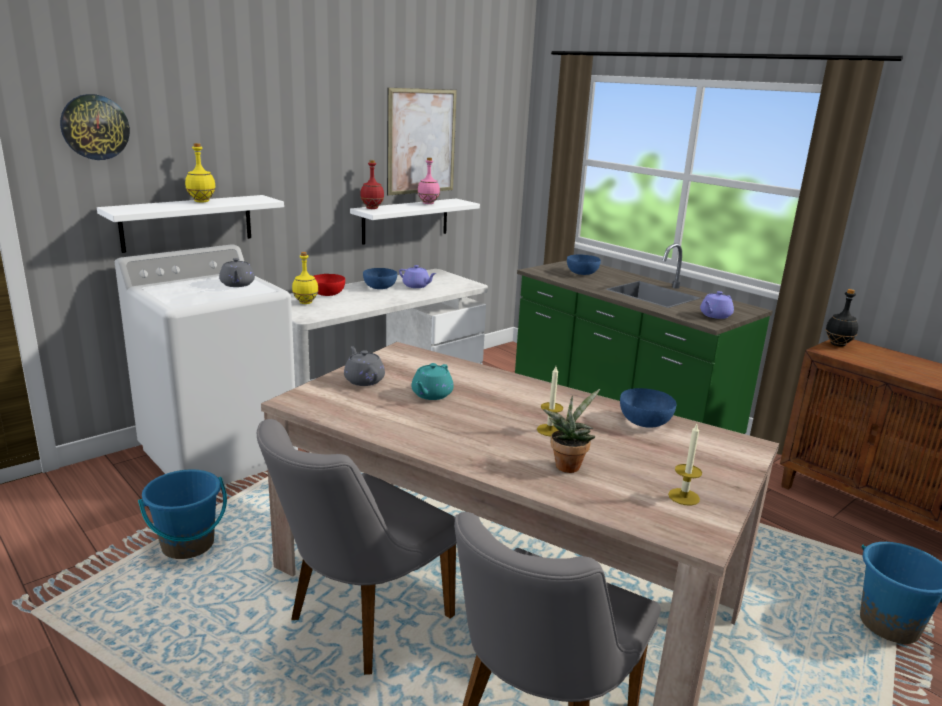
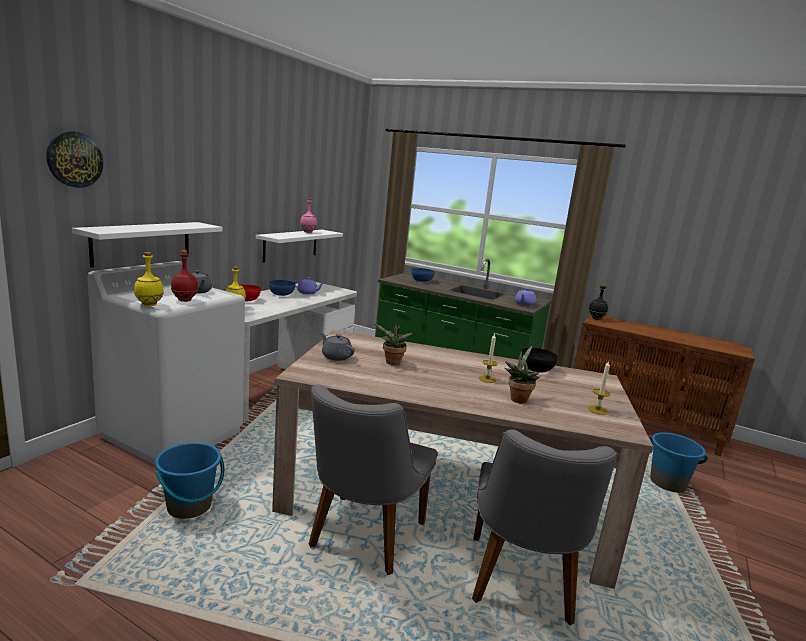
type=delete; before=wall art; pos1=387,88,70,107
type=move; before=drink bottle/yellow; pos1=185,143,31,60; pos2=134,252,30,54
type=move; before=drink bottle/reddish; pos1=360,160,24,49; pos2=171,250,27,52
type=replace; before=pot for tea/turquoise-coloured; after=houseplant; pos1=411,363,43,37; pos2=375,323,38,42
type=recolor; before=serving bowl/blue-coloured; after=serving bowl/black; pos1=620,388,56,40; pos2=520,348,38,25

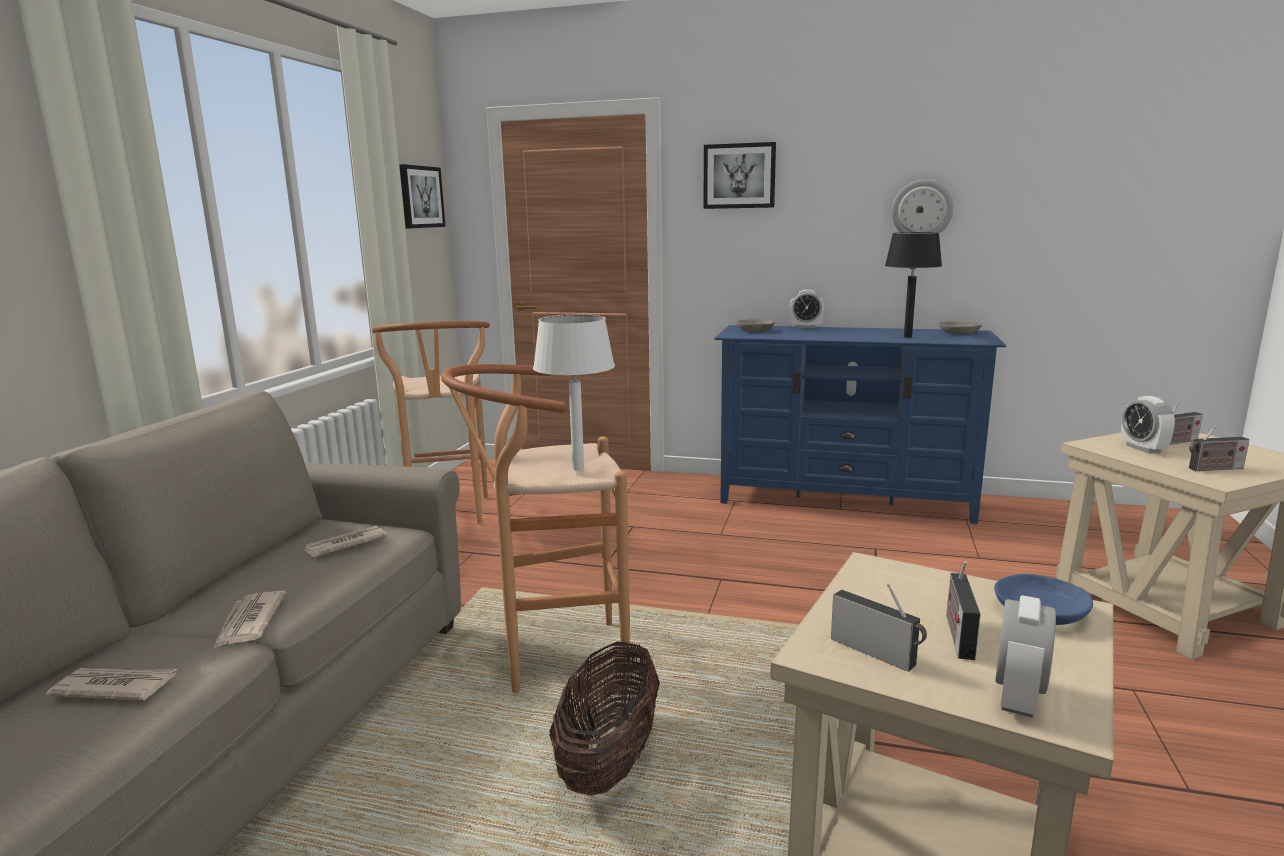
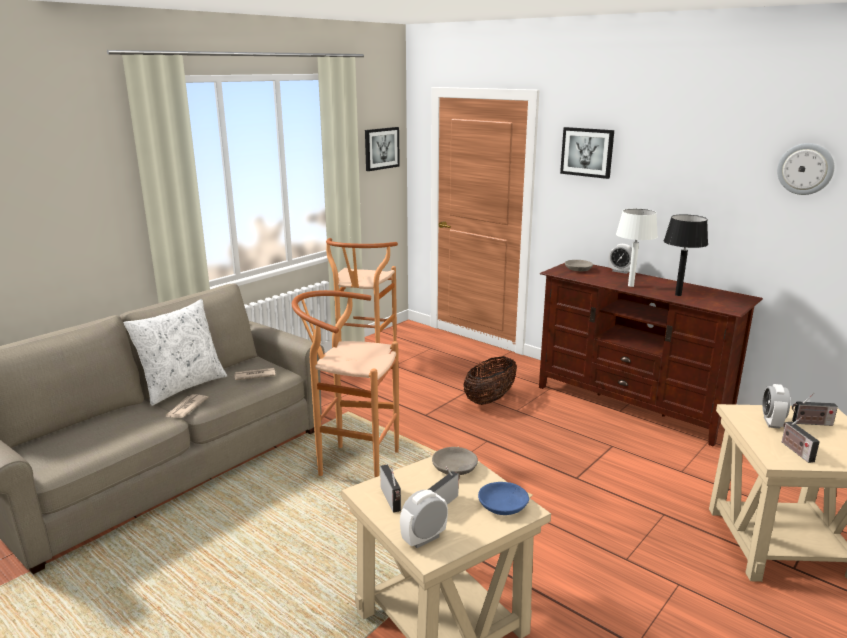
type=move; before=clock on the wall; pos1=892,179,62,55; pos2=777,143,57,52
type=move; before=tabletop lamp/white-coloured; pos1=533,314,82,157; pos2=616,208,42,79
type=move; before=serving bowl/grey; pos1=939,321,43,13; pos2=432,447,46,28
type=recolor; before=media console/blue-coloured; after=media console/brownish; pos1=714,325,292,199; pos2=539,263,224,184
type=rotate; before=radio receiver; pos1=1189,423,61,48; pos2=782,417,38,46; turn=60
type=move; before=household basket; pos1=549,642,111,154; pos2=463,356,54,49
type=delete; before=printed paper; pos1=45,668,132,32
type=insert; after=cushion/white-coloured; pos2=124,299,103,107

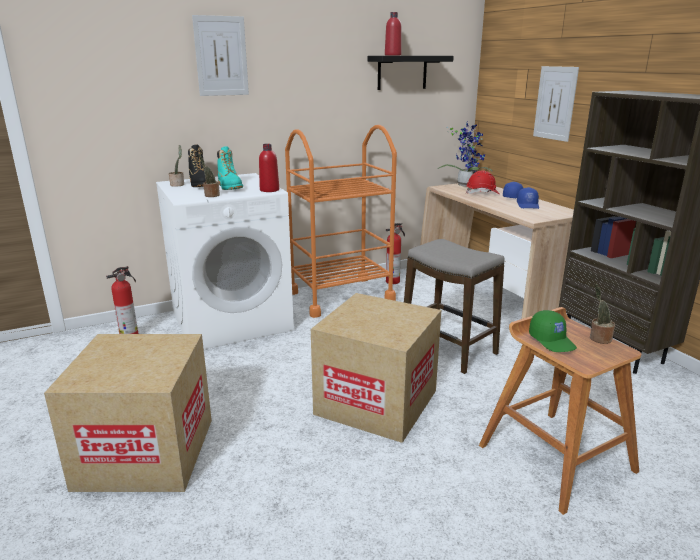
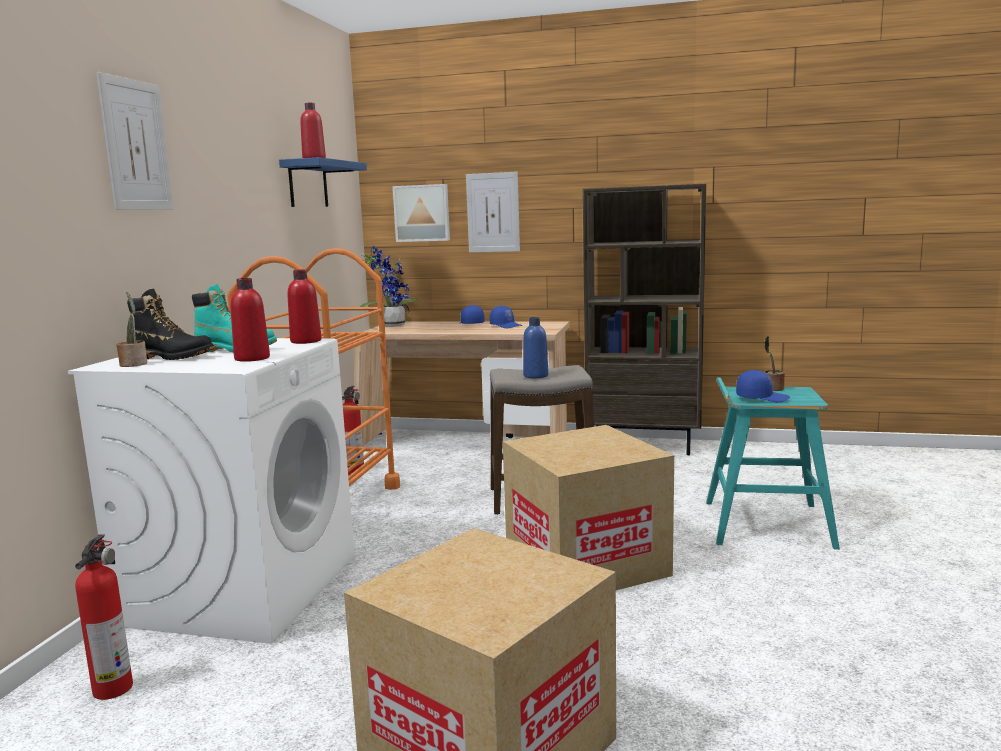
type=recolor; before=shelf/black; after=shelf/blue-coloured; pos1=368,56,86,34; pos2=279,157,88,50
type=replace; before=houseplant; after=drink bottle/reddish; pos1=198,154,22,43; pos2=230,278,40,84
type=delete; before=work helmet/reddish; pos1=466,171,34,23
type=recolor; before=stool/brownish; after=stool/turquoise-coloured; pos1=479,307,162,208; pos2=706,378,134,172
type=recolor; before=baseball cap/green-coloured; after=baseball cap/blue-coloured; pos1=529,310,48,42; pos2=736,370,54,32
type=insert; after=wall art; pos2=393,184,57,58
type=insert; after=drink bottle/blue-coloured; pos2=523,317,25,61

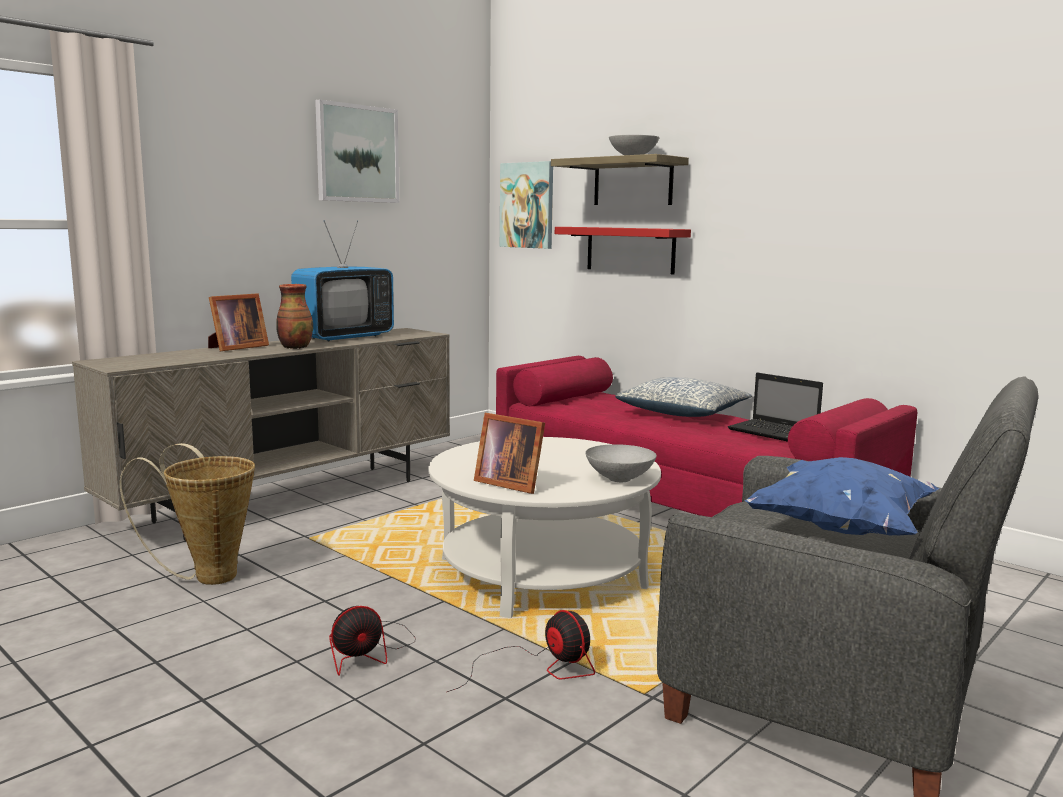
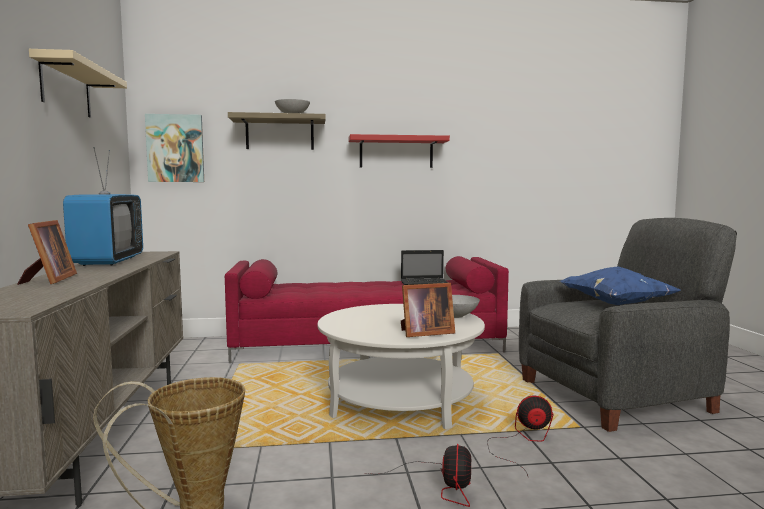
type=replace; before=wall art; after=shelf/beige; pos1=315,99,84,104; pos2=29,49,98,69
type=move; before=shelf/reddish; pos1=555,227,136,48; pos2=348,134,102,34
type=delete; before=decorative vase; pos1=276,284,37,65
type=delete; before=cushion; pos1=615,377,137,40

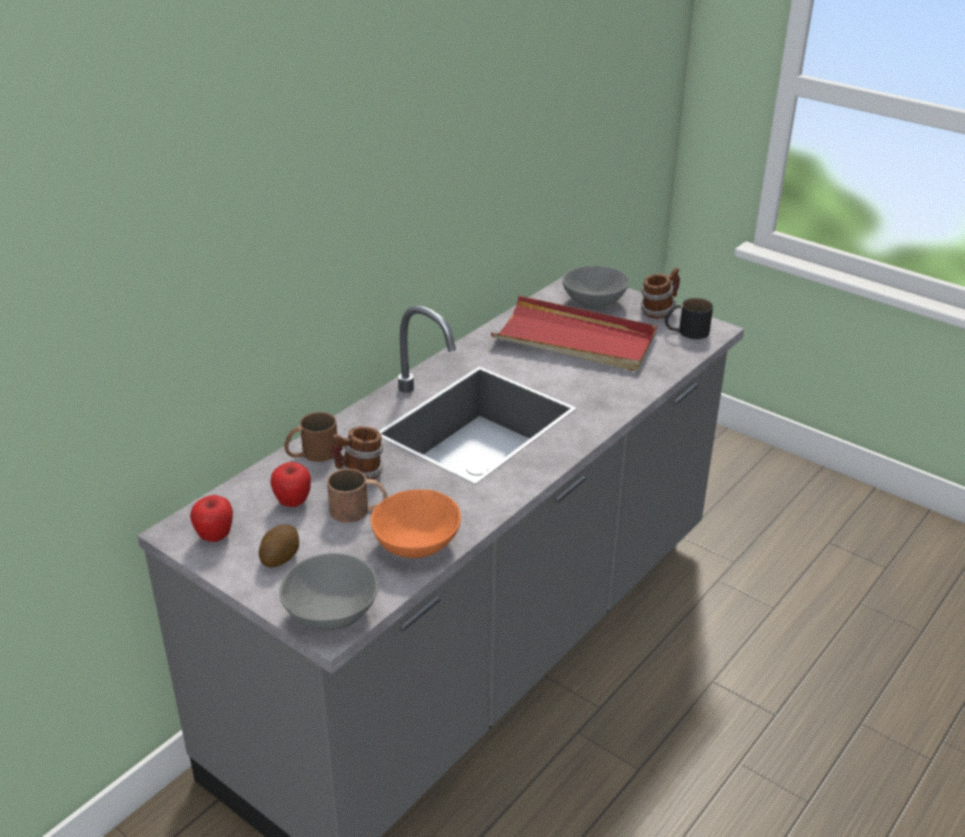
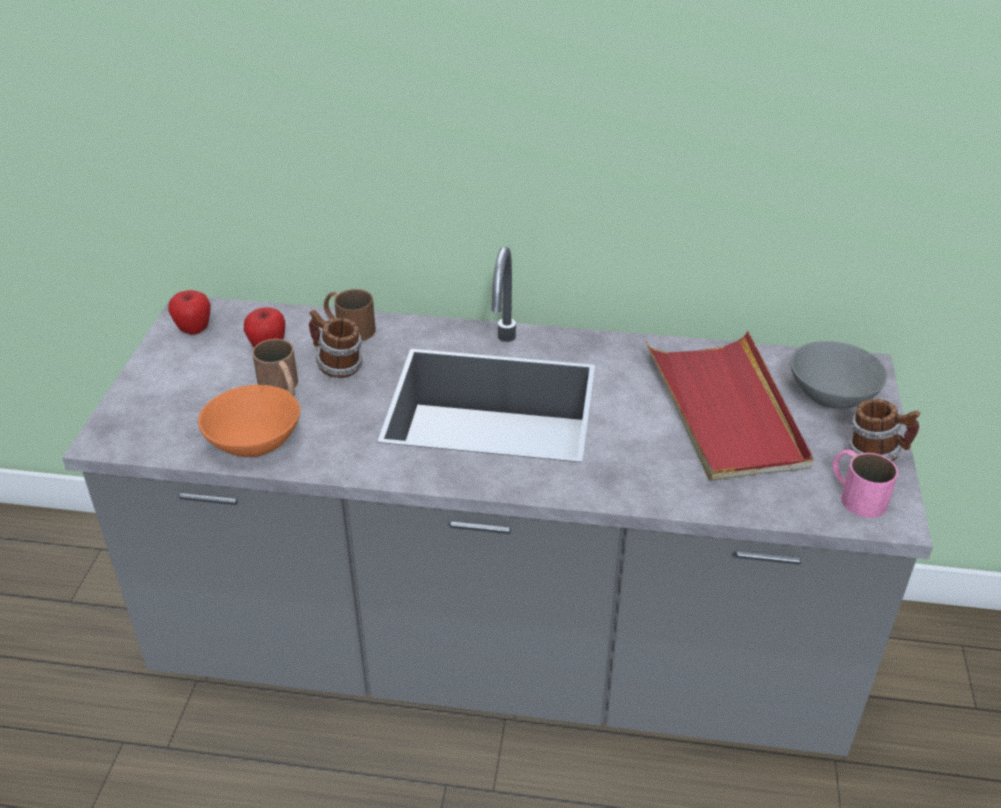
type=recolor; before=tea mug/black; after=tea mug/pink-coloured; pos1=665,298,48,41; pos2=833,449,65,69
type=delete; before=spud; pos1=258,524,41,43
type=delete; before=serving bowl/grey; pos1=279,553,99,77

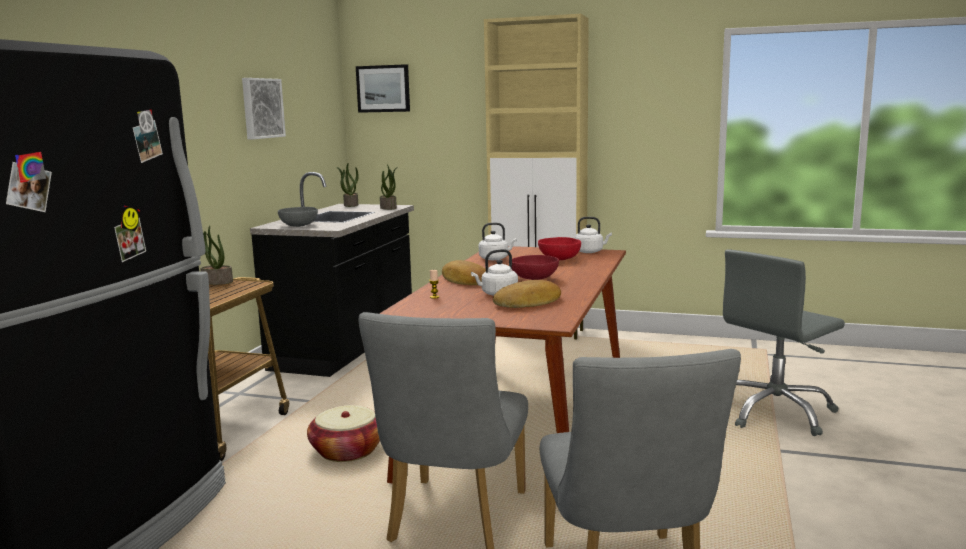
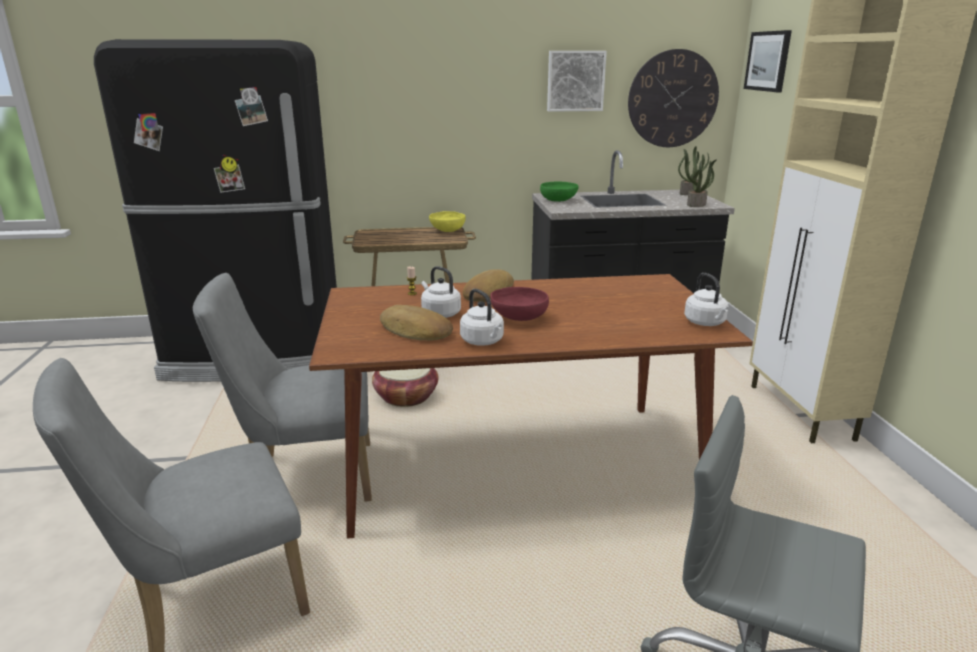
type=recolor; before=serving bowl/grey; after=serving bowl/green-coloured; pos1=278,207,40,20; pos2=540,181,39,21
type=move; before=kettle/white-coloured; pos1=479,223,38,37; pos2=460,289,44,57
type=replace; before=houseplant; after=serving bowl/yellow; pos1=200,226,33,59; pos2=429,211,37,21
type=delete; before=serving bowl/reddish; pos1=538,237,43,23
type=insert; after=clock on the wall; pos2=628,49,91,98

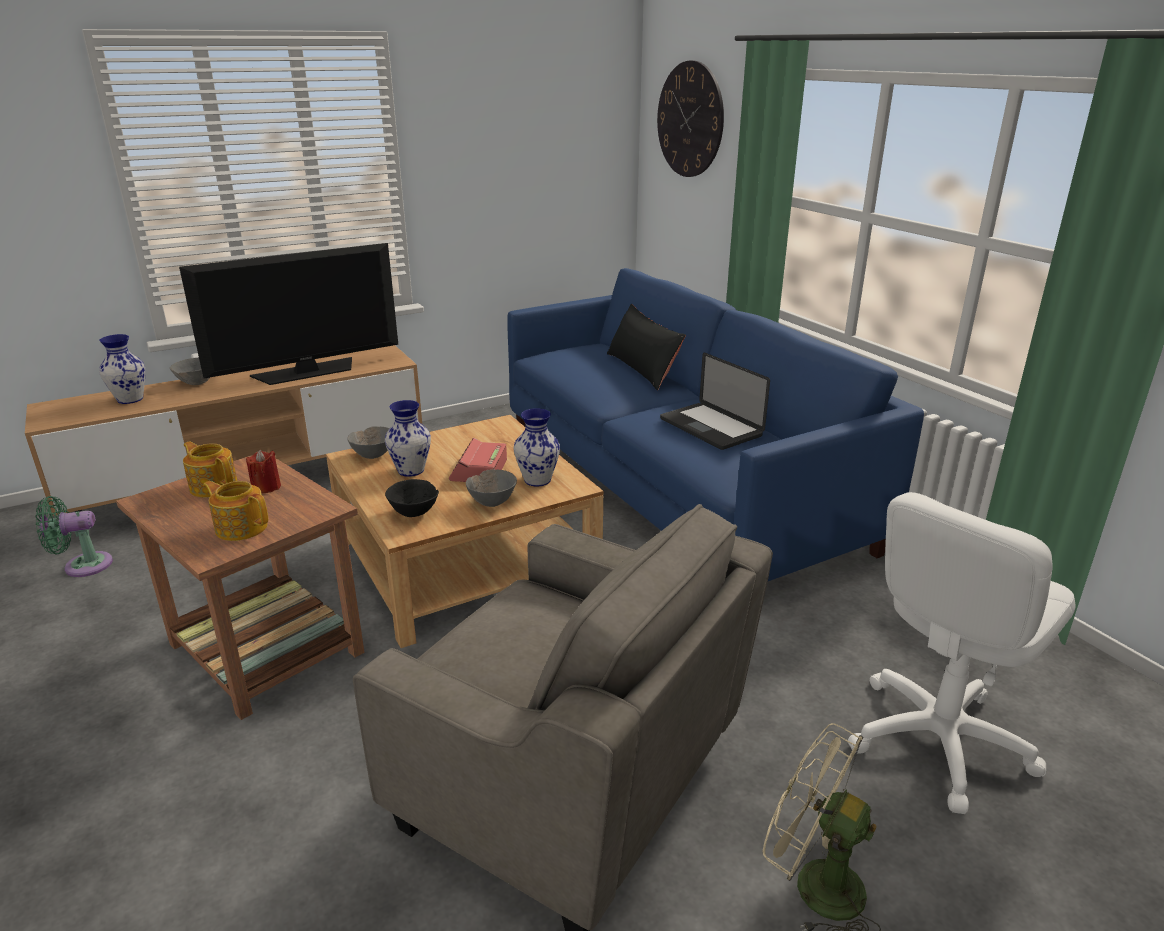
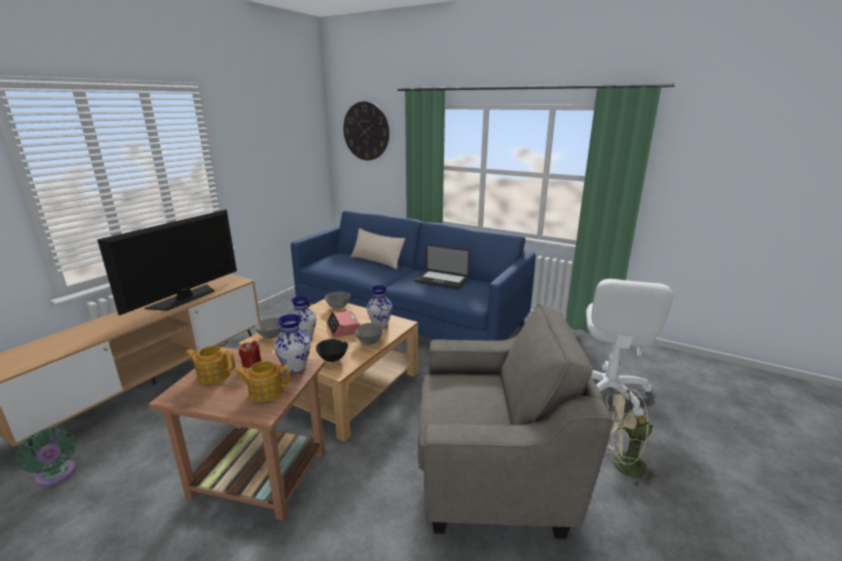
type=recolor; before=cushion/black; after=cushion/beige; pos1=607,304,79,86; pos2=351,228,54,41
type=move; before=decorative vase; pos1=99,334,47,70; pos2=274,314,37,60
type=move; before=serving bowl/grey; pos1=170,358,39,27; pos2=325,291,26,18
type=rotate; before=fan/green-coloured; pos1=35,496,78,81; pos2=16,428,61,58; turn=-90

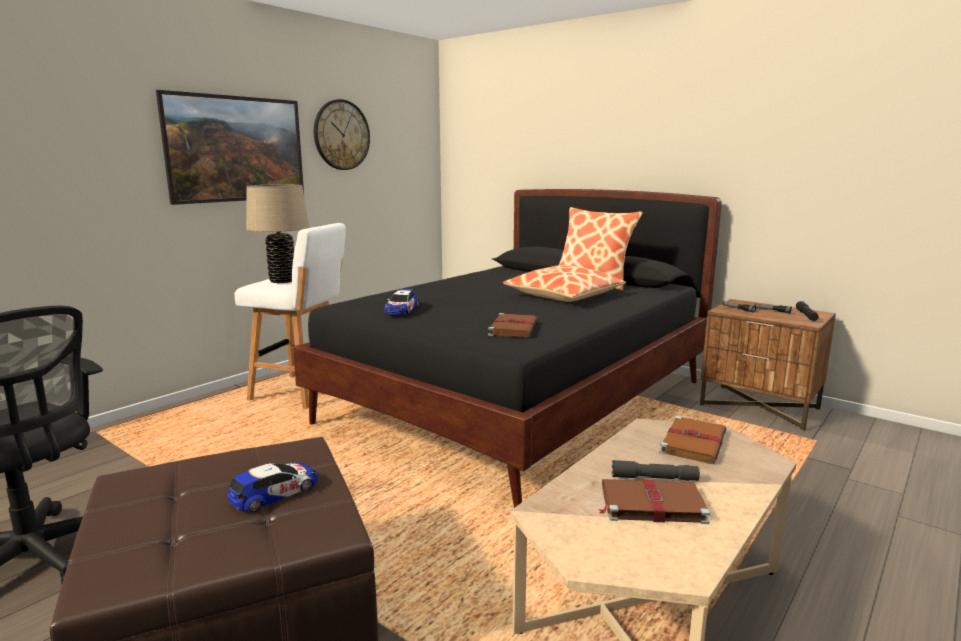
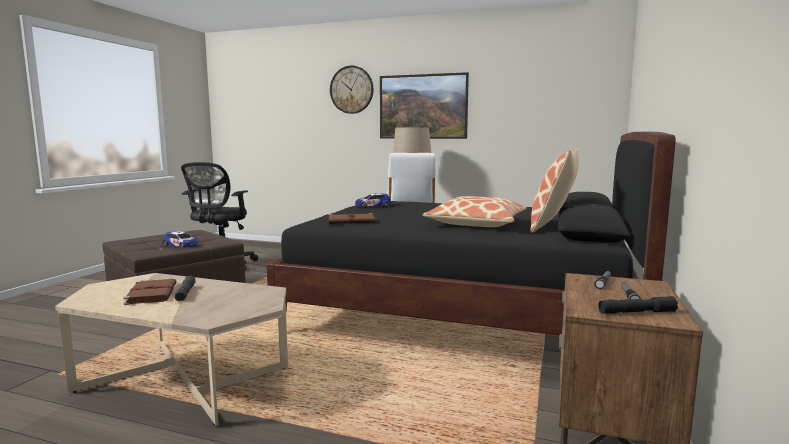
type=move; before=clock on the wall; pos1=314,99,56,71; pos2=330,66,43,48
type=delete; before=book/brownish; pos1=659,416,68,48

